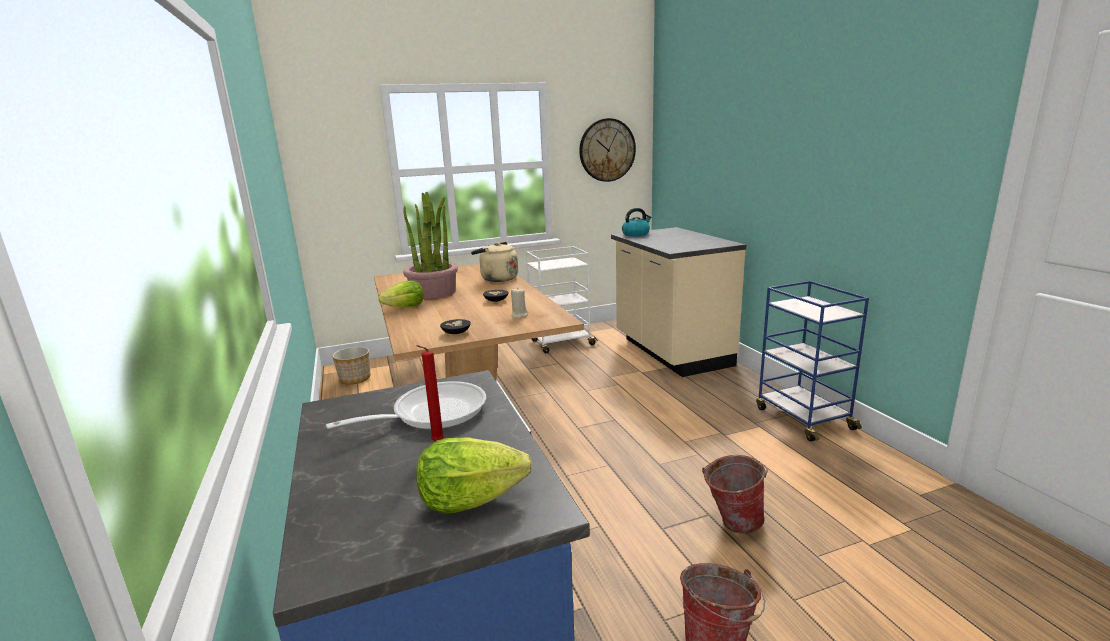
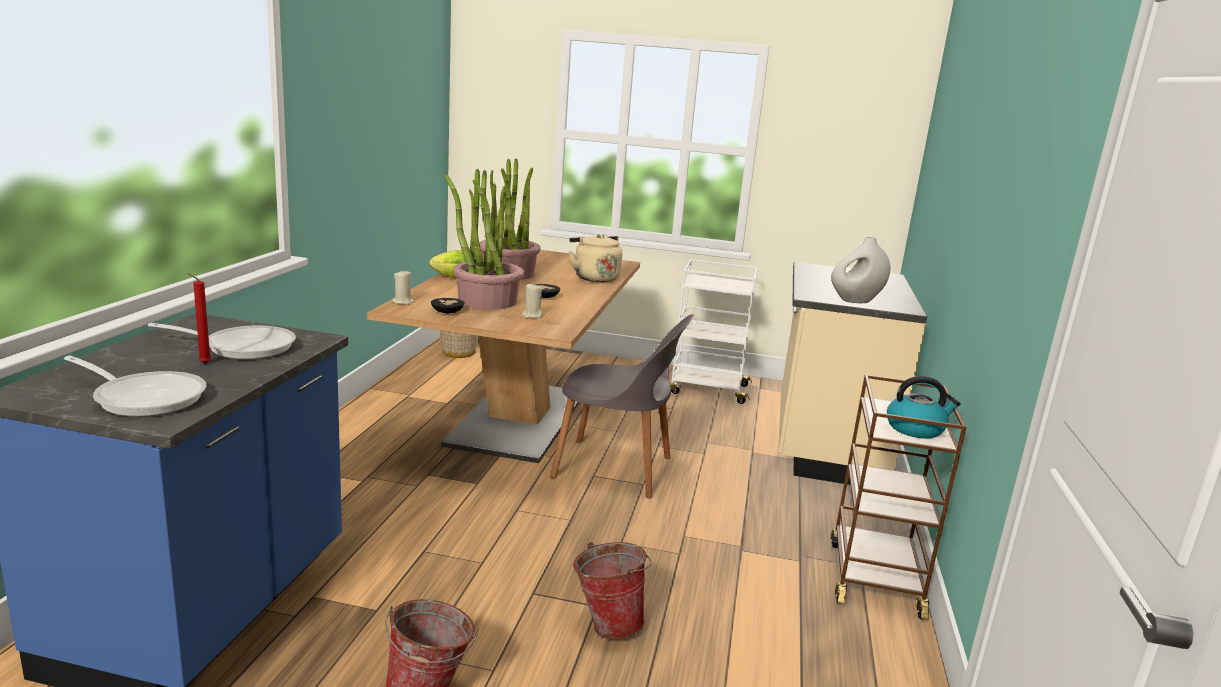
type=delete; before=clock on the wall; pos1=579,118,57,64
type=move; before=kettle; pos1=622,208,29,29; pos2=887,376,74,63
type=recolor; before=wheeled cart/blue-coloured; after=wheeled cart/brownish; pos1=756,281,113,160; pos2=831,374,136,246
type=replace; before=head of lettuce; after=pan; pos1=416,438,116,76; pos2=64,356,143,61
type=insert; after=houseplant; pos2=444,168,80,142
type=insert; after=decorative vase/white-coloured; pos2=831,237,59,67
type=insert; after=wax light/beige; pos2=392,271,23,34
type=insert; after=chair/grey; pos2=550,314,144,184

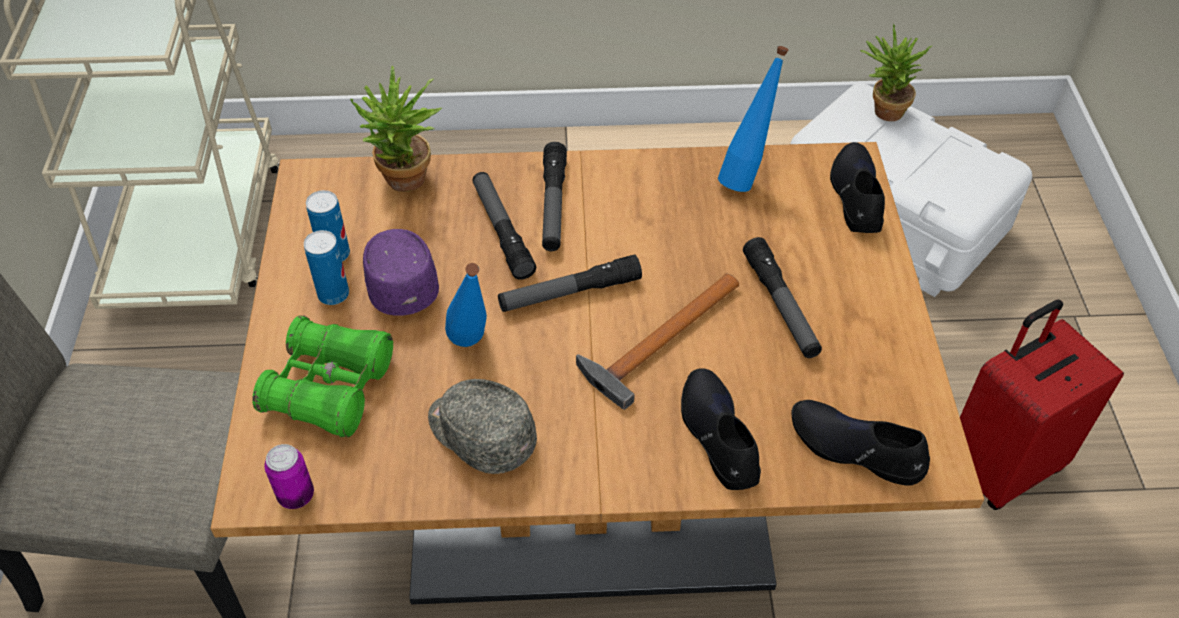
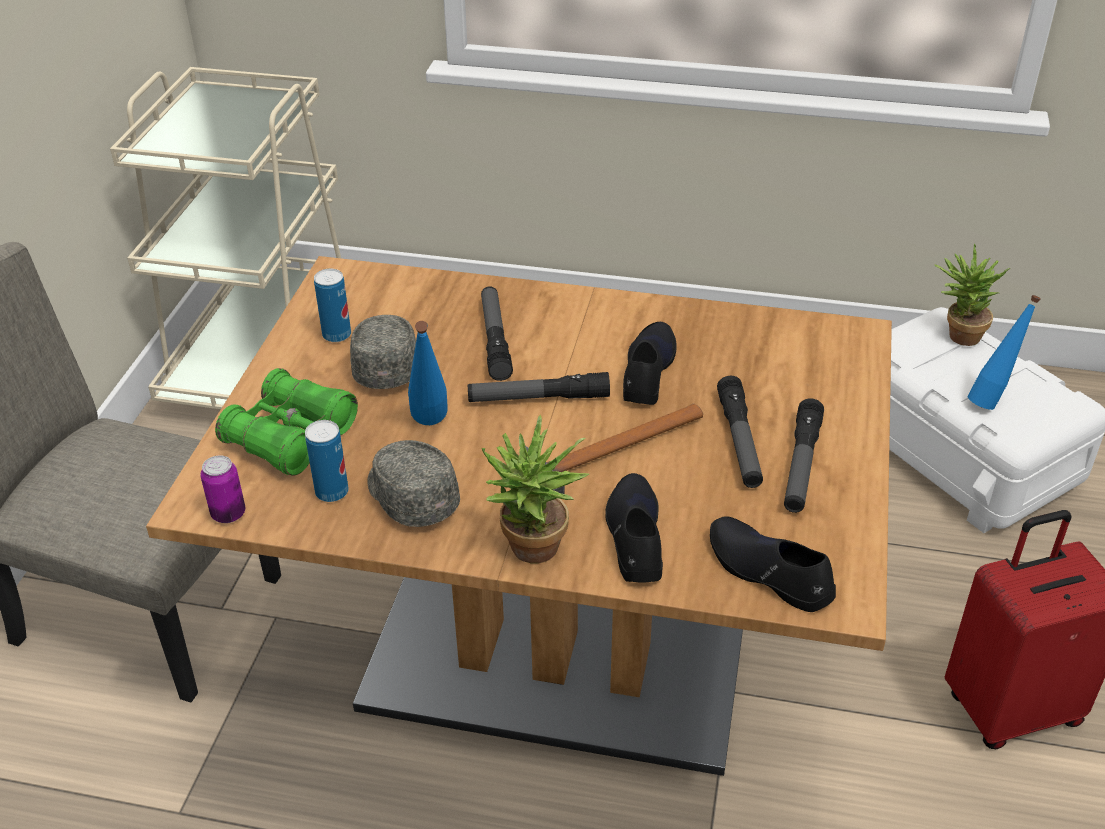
type=move; before=drink bottle/blue-coloured; pos1=718,46,70,146; pos2=967,295,74,115
type=move; before=houseplant; pos1=350,65,92,127; pos2=482,415,107,148
type=move; before=flashlight; pos1=542,142,25,109; pos2=784,398,40,115
type=move; before=low shoe/black; pos1=830,142,55,91; pos2=623,322,54,83
type=recolor; before=baseball cap/purple-coloured; after=baseball cap/grey; pos1=363,229,76,87; pos2=350,315,66,74
type=move; before=sealed can; pos1=304,230,45,75; pos2=305,420,44,82

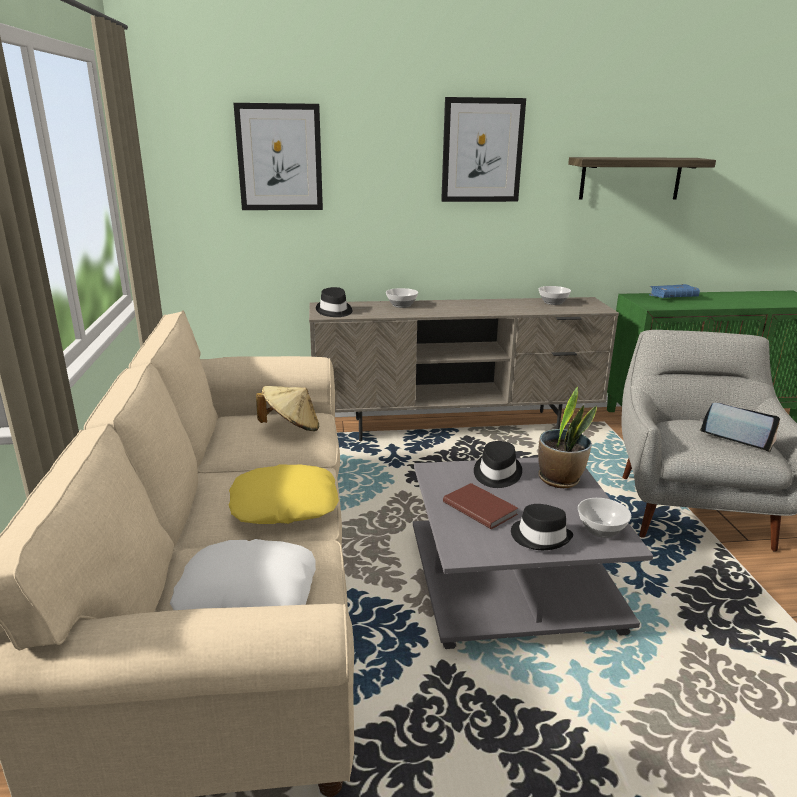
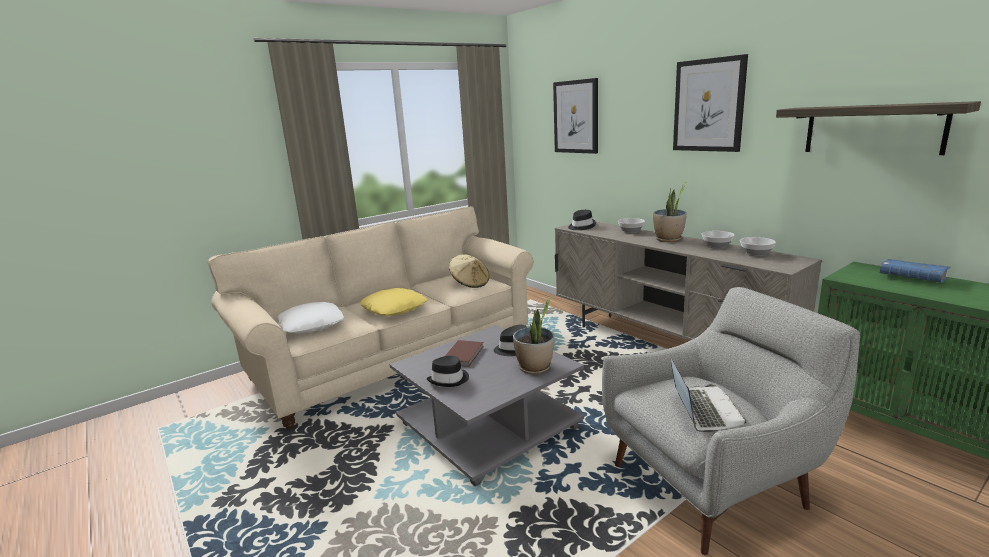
type=move; before=serving bowl; pos1=578,498,53,40; pos2=702,231,32,18
type=insert; after=houseplant; pos2=653,181,34,61

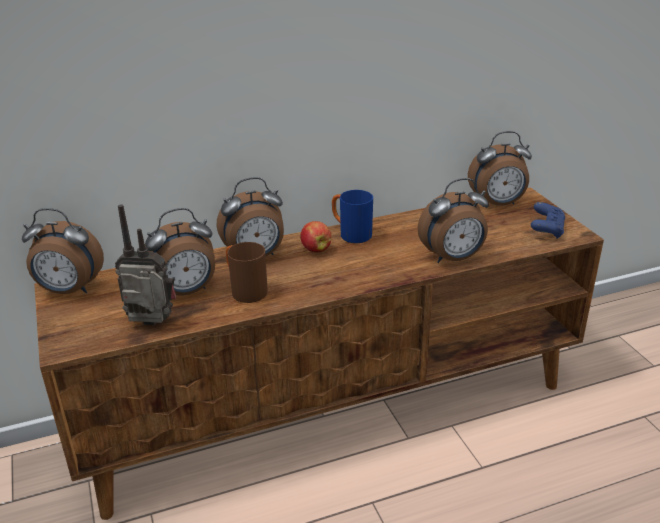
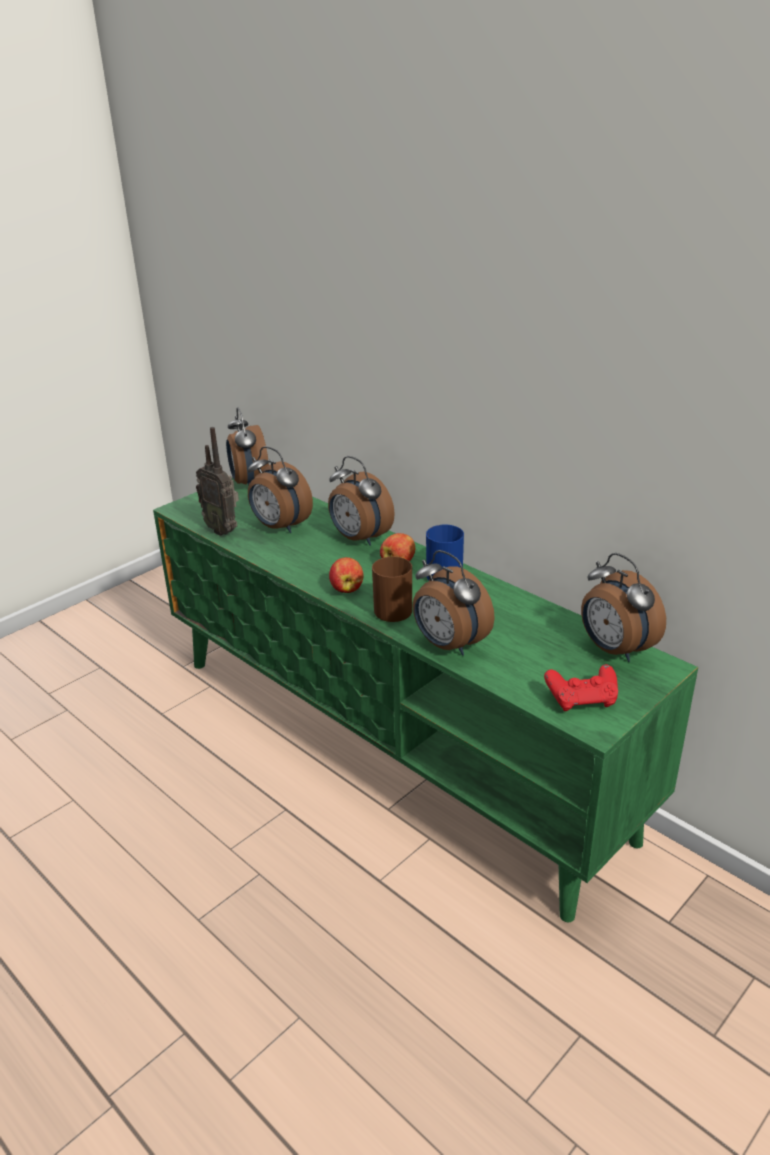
type=recolor; before=media console/brownish; after=media console/green-coloured; pos1=34,187,570,333; pos2=153,477,545,445
type=recolor; before=gamepad/blue-coloured; after=gamepad/reddish; pos1=531,202,34,37; pos2=544,664,74,47
type=rotate; before=radio receiver; pos1=115,204,61,121; pos2=196,427,43,109; turn=150
type=move; before=tea mug/brownish; pos1=226,242,42,61; pos2=372,557,40,65
type=insert; after=whole apple; pos2=329,557,35,36

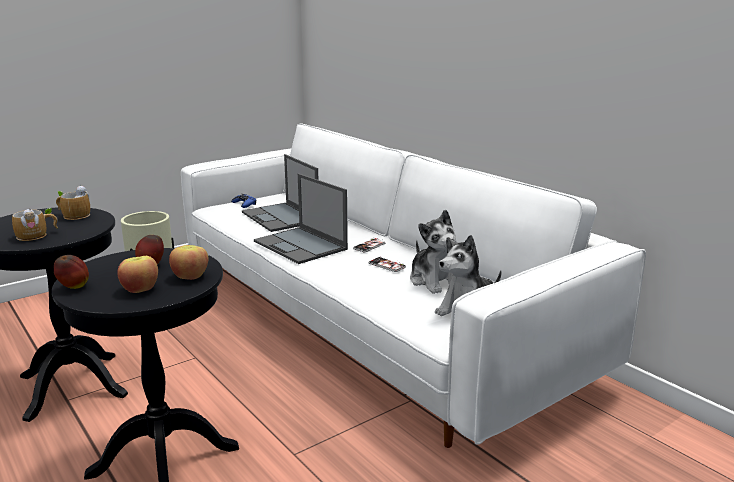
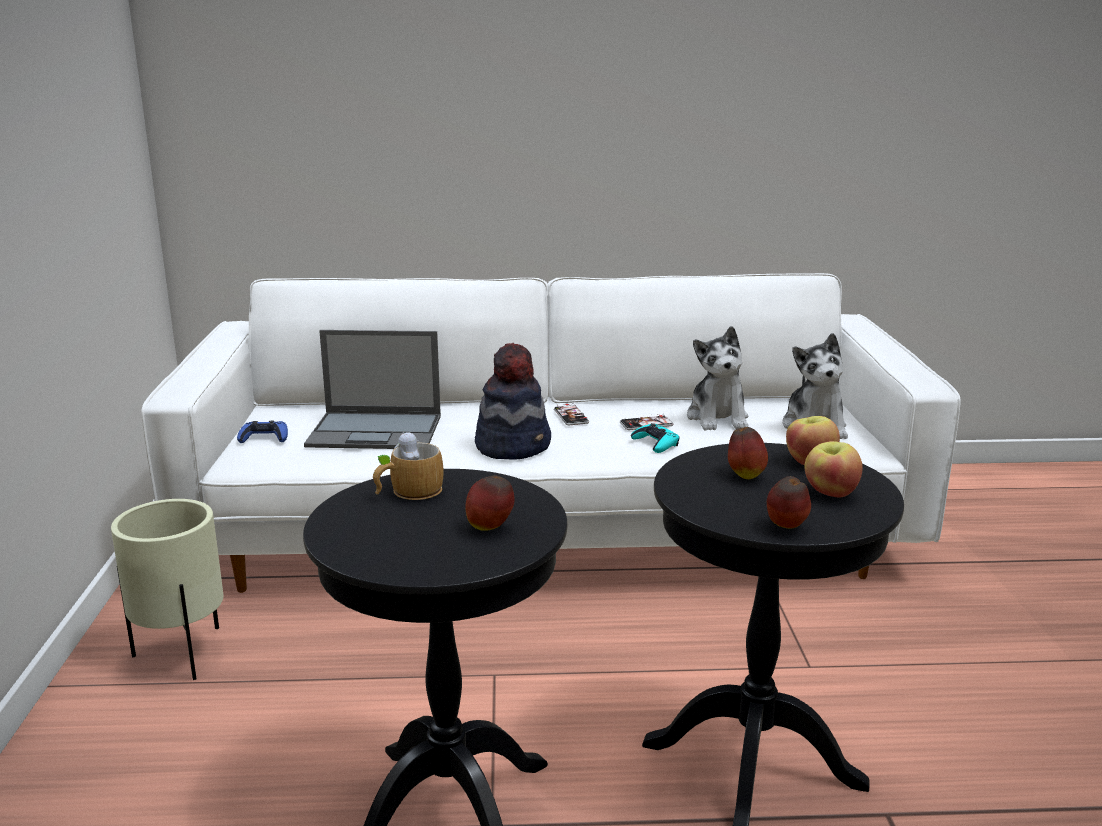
type=replace; before=portable computer; after=wearable hat; pos1=254,174,94,90; pos2=475,343,76,117
type=replace; before=tea mug; after=whole apple; pos1=12,208,46,33; pos2=465,476,49,55
type=rotate; before=soft toy; pos1=410,210,47,84; pos2=687,326,61,105; turn=75
type=insert; after=gamepad/turquoise-coloured; pos2=631,423,49,30

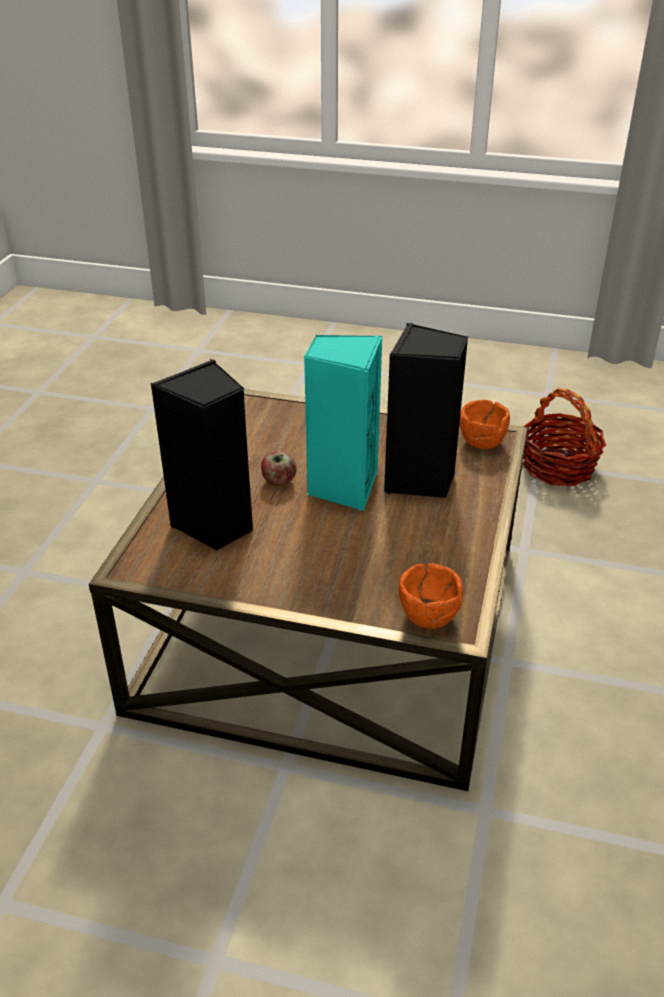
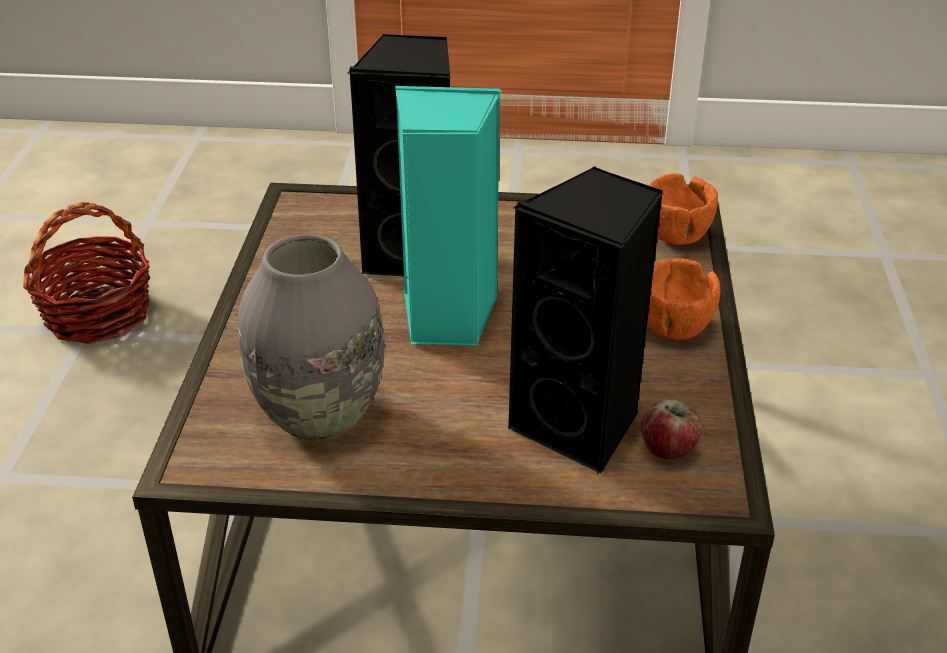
type=move; before=serving bowl/orange; pos1=460,400,50,49; pos2=647,258,73,82
type=move; before=whole apple; pos1=261,451,36,35; pos2=641,398,61,61
type=insert; after=decorative vase/grey; pos2=238,234,147,207

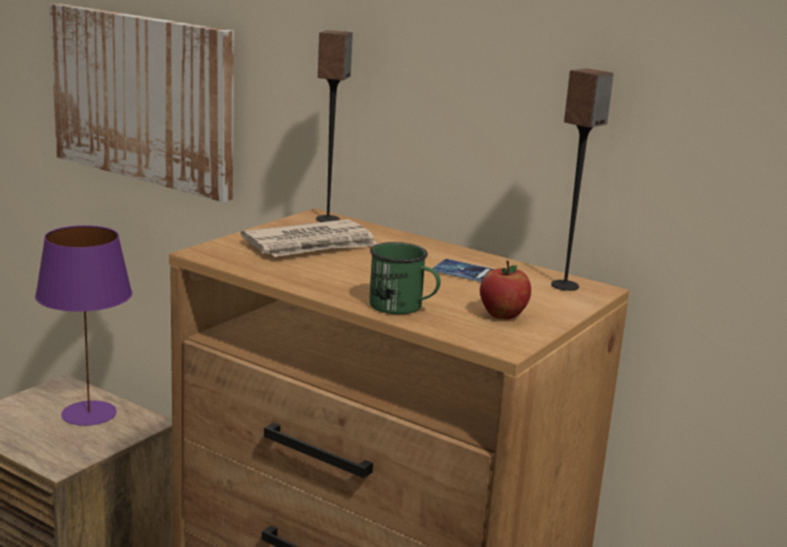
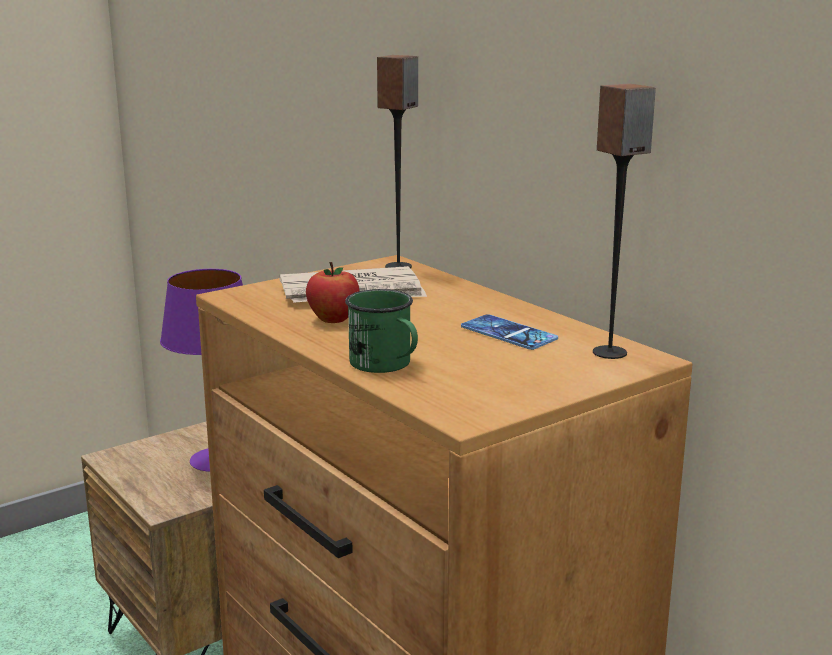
type=delete; before=wall art; pos1=49,4,185,198
type=move; before=whole apple; pos1=480,261,51,59; pos2=306,262,54,61

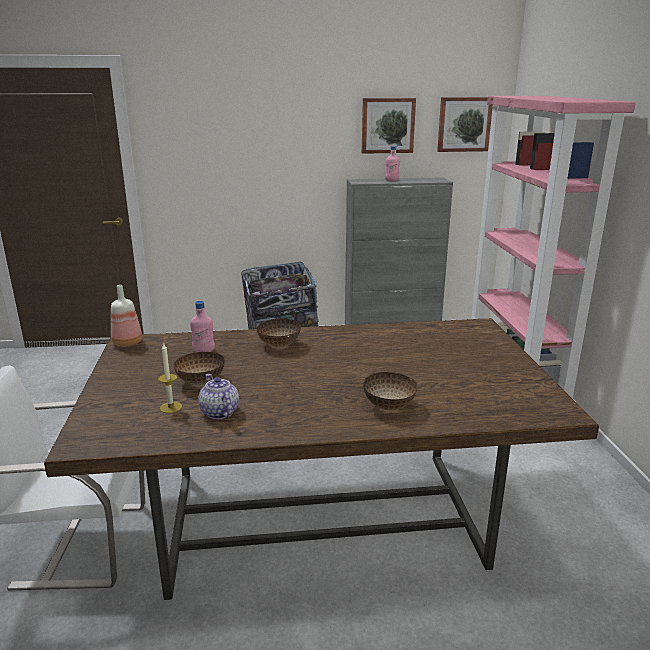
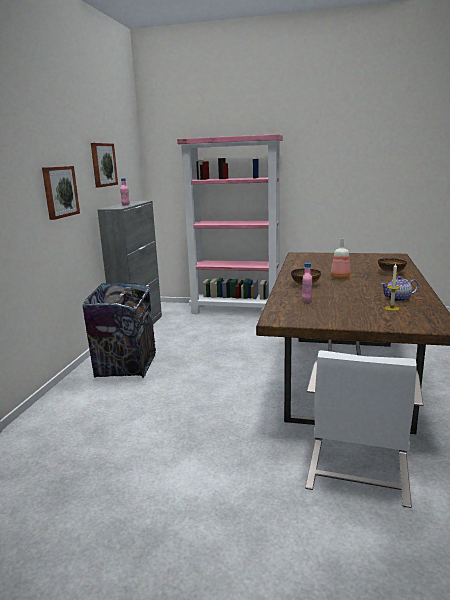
type=move; before=wall art; pos1=437,97,56,55; pos2=42,166,38,54
type=move; before=drink bottle; pos1=111,285,31,62; pos2=331,239,20,40
type=delete; before=serving bowl; pos1=174,352,51,33

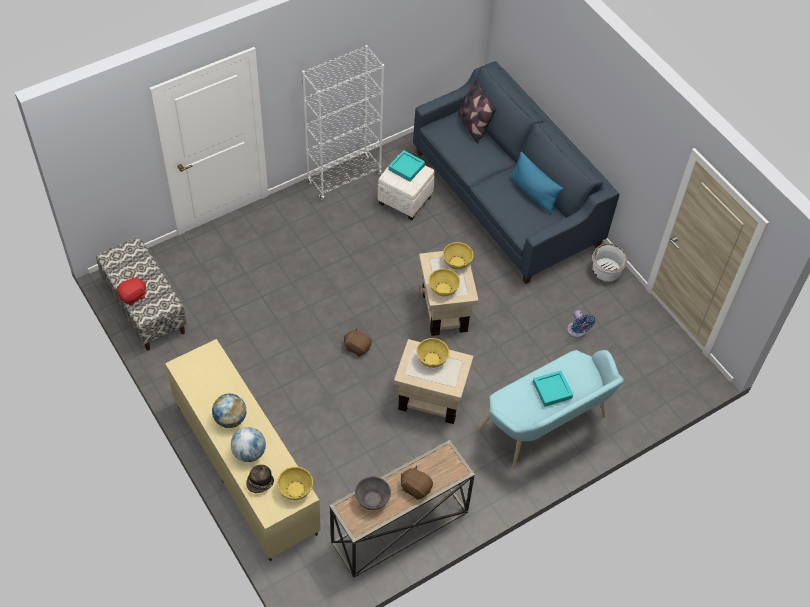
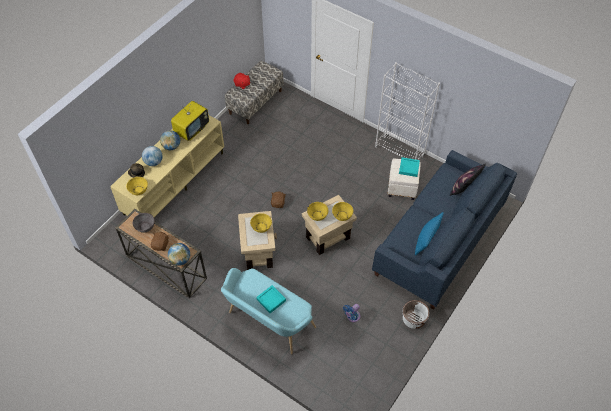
type=insert; after=television; pos2=171,101,38,40
type=insert; after=desk globe; pos2=168,243,22,23

